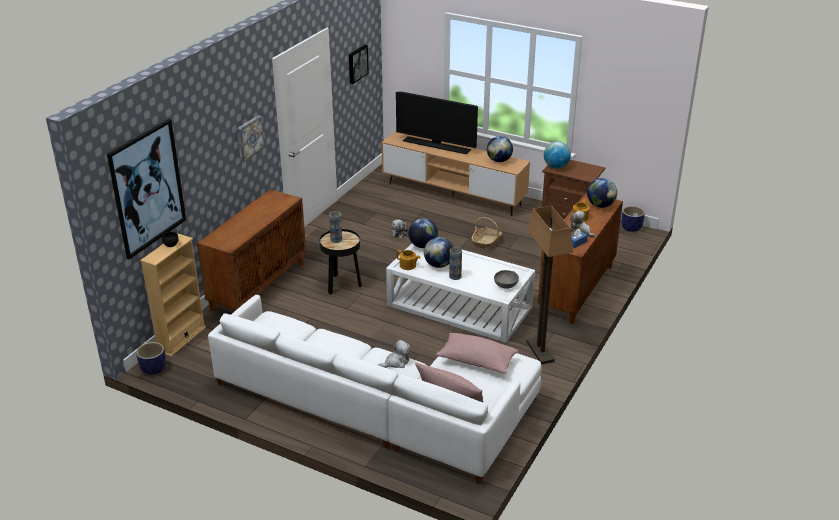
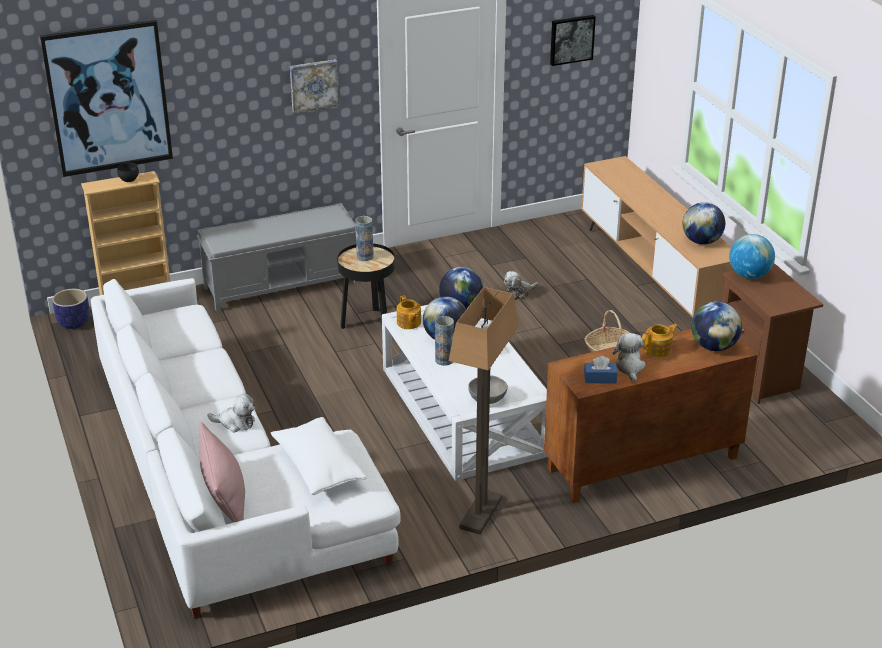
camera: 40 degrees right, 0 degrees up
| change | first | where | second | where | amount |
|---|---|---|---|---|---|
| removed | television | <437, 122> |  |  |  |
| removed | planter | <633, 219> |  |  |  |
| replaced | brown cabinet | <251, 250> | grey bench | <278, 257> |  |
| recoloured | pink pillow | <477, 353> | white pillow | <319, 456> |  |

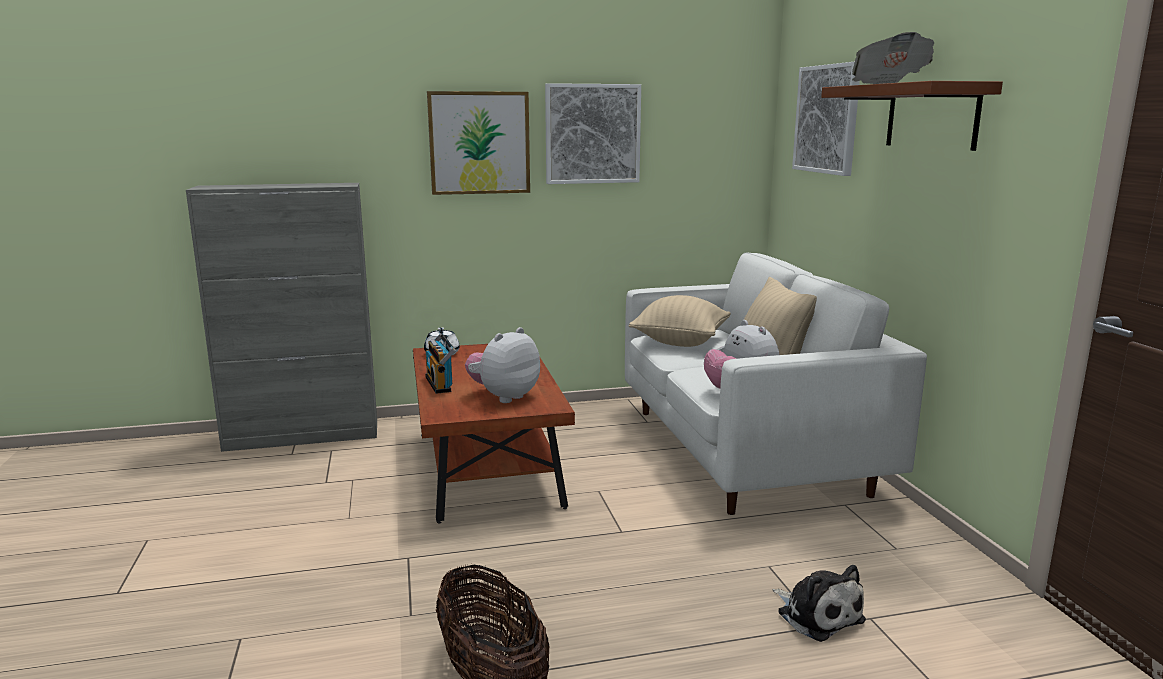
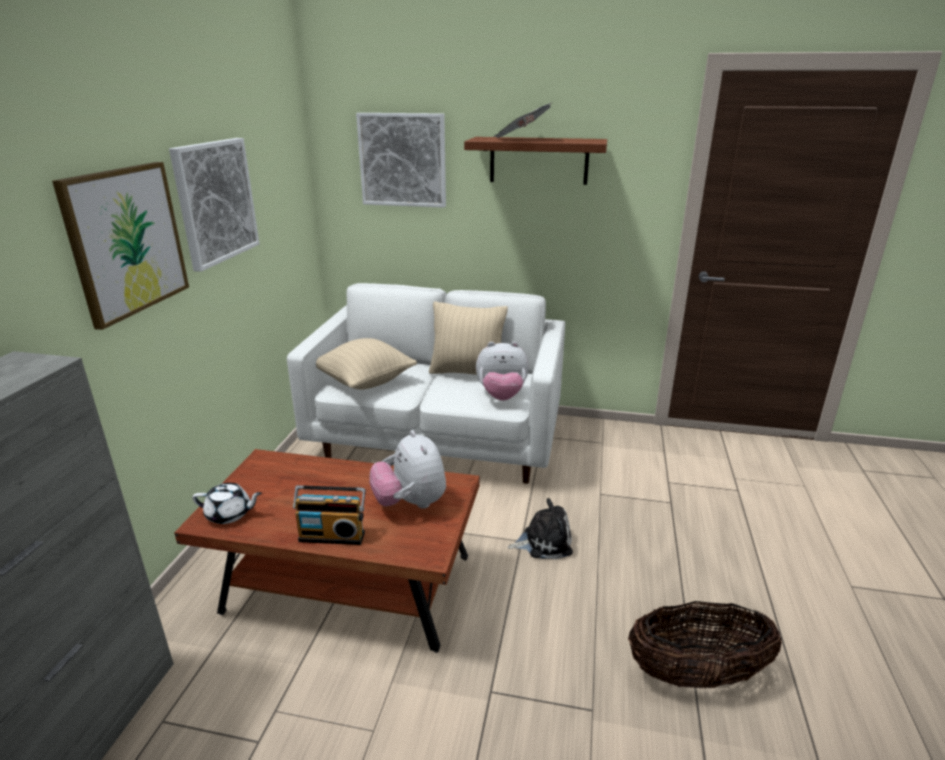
camera: 65 degrees left, 10 degrees up
| change | first | where | second | where | amount |
|---|---|---|---|---|---|
| moved | plush toy | <819, 603> |  | <540, 528> |  |

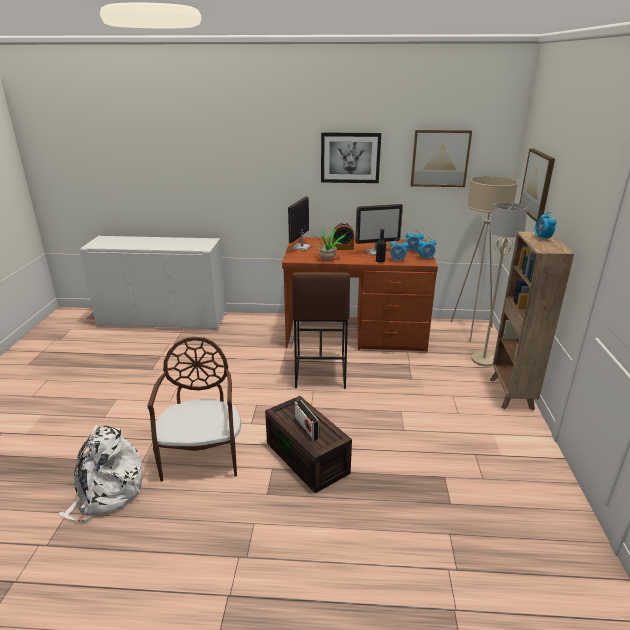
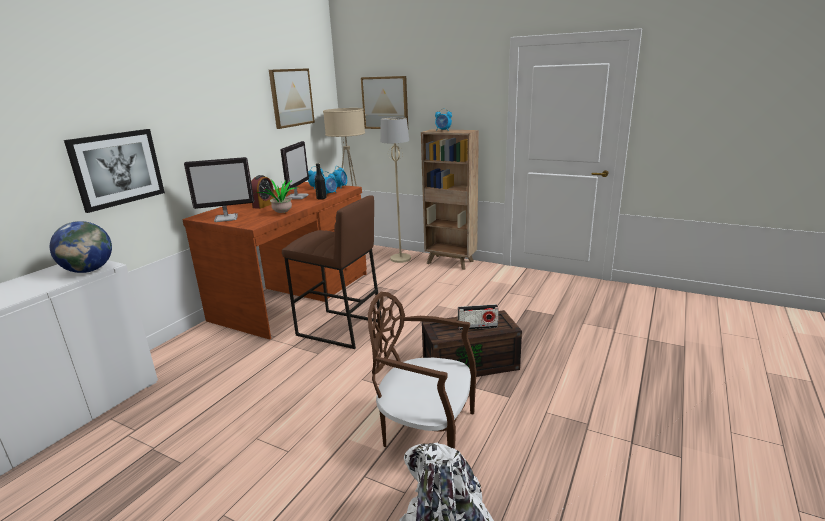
camera: 65 degrees left, 5 degrees down
| change | first | where | second | where | amount |
|---|---|---|---|---|---|
| added |  |  | globe | <81, 247> |  |
| moved | picture | <351, 157> |  | <114, 171> |  |
| turned | monitor | <300, 223> |  | <219, 189> | 60 degrees counterclockwise |

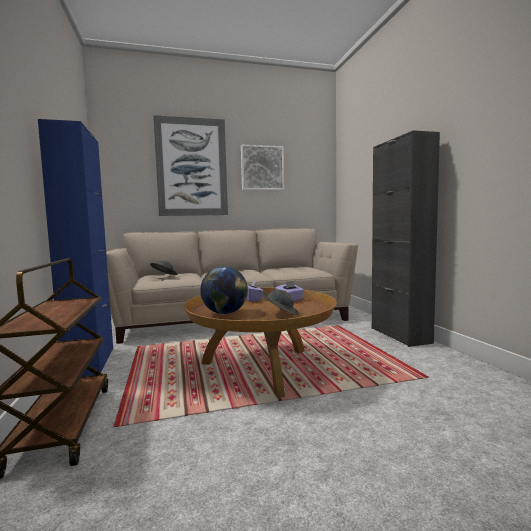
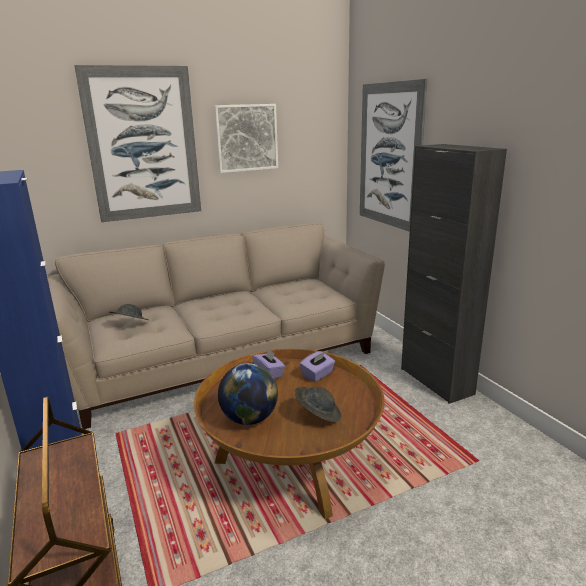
camera: 10 degrees left, 15 degrees up
| change | first | where | second | where | amount |
|---|---|---|---|---|---|
| added |  |  | picture | <394, 155> |  |

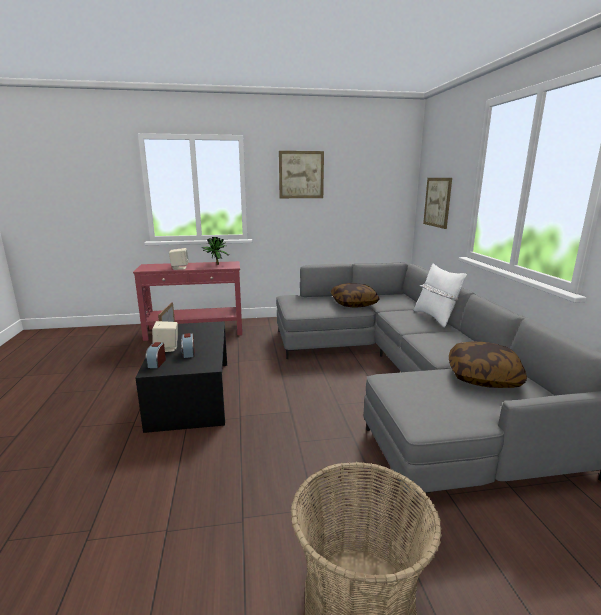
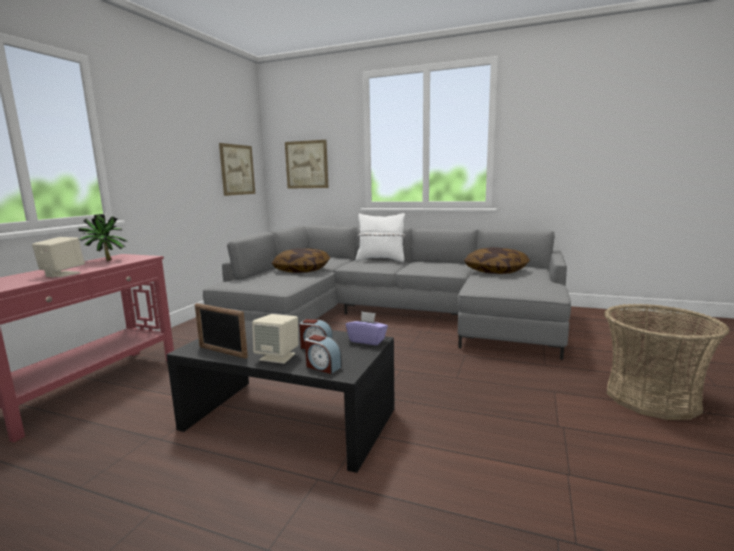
camera: 60 degrees left, 5 degrees down
| change | first | where | second | where | amount |
|---|---|---|---|---|---|
| added |  |  | purple tissue box | <367, 328> |  |
| moved | picture | <301, 174> |  | <237, 169> |  |

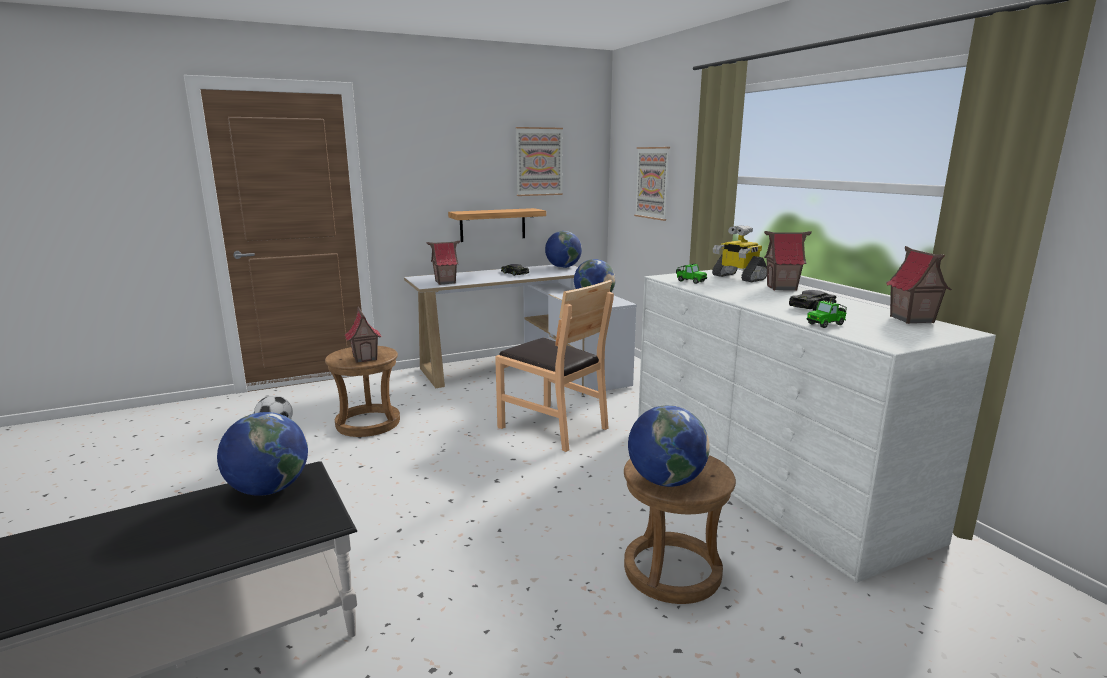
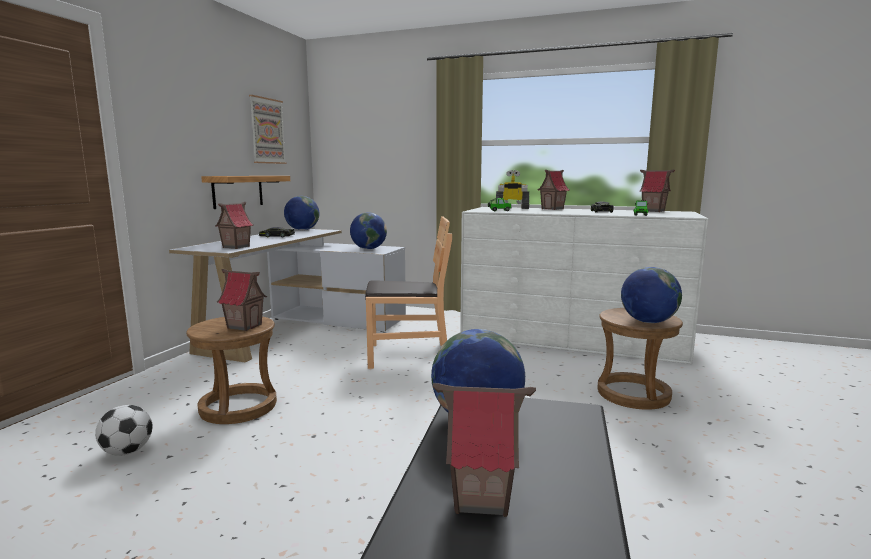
camera: 45 degrees left, 5 degrees down
| change | first | where | second | where | amount |
|---|---|---|---|---|---|
| removed | picture | <652, 184> |  |  |  |
| added |  |  | toy house | <484, 450> |  |

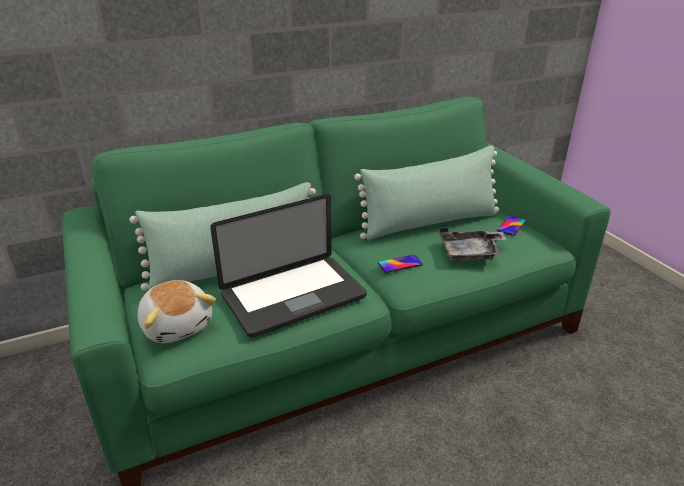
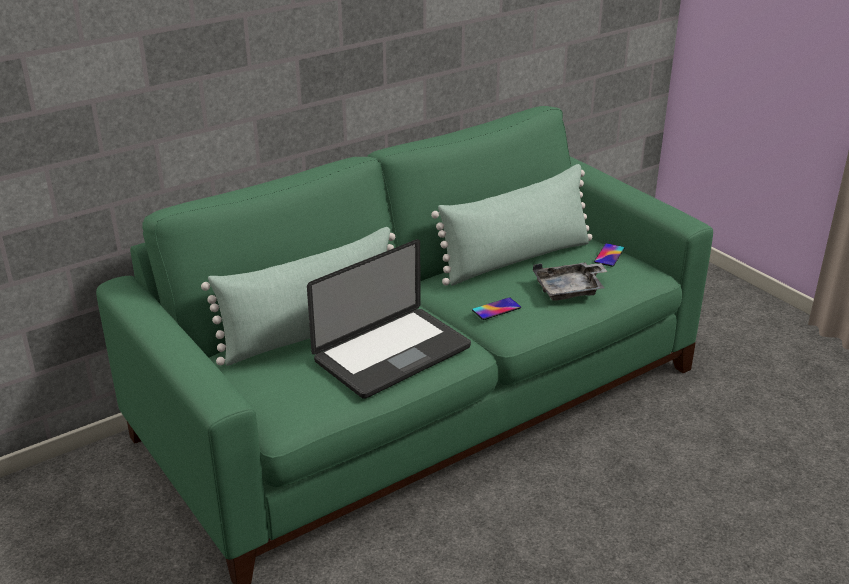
camera: 10 degrees left, 0 degrees up
| change | first | where | second | where | amount |
|---|---|---|---|---|---|
| removed | plush toy | <177, 311> |  |  |  |

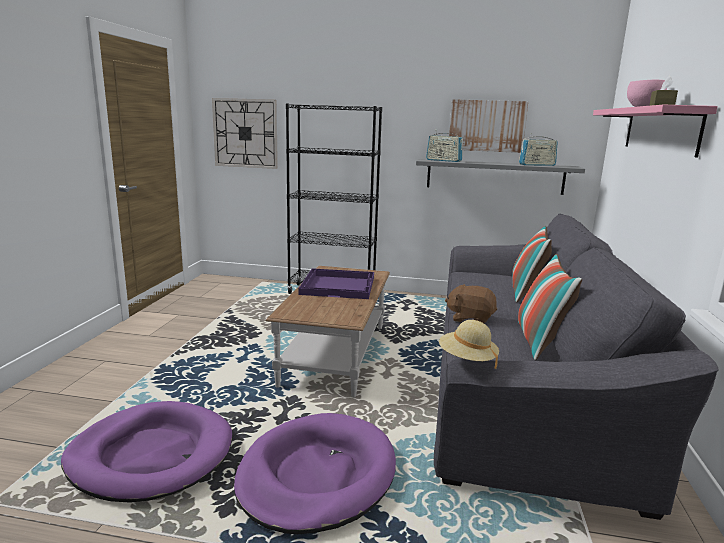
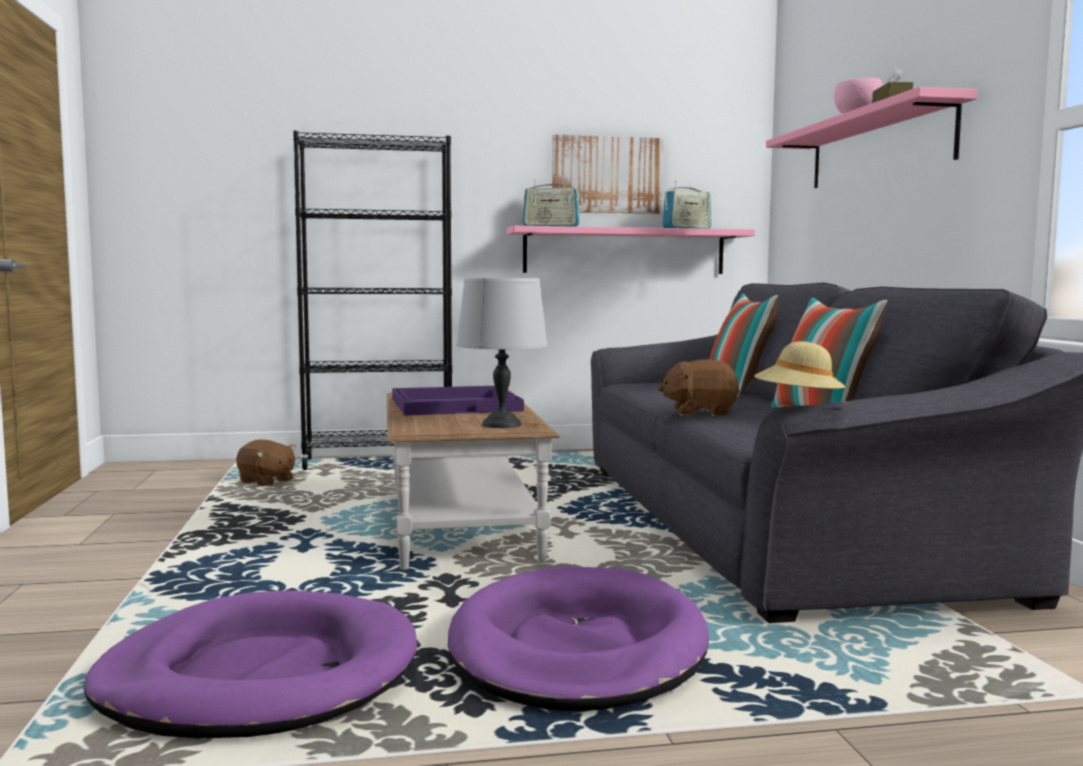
camera: 20 degrees left, 10 degrees down
| change | first | where | second | where | amount |
|---|---|---|---|---|---|
| removed | wall clock | <245, 133> |  |  |  |
| added |  |  | brown plush toy | <266, 463> |  |
| added |  |  | grey table lamp | <501, 353> |  |
| recoloured | grey shelf | <500, 177> | pink shelf | <631, 250> |  |

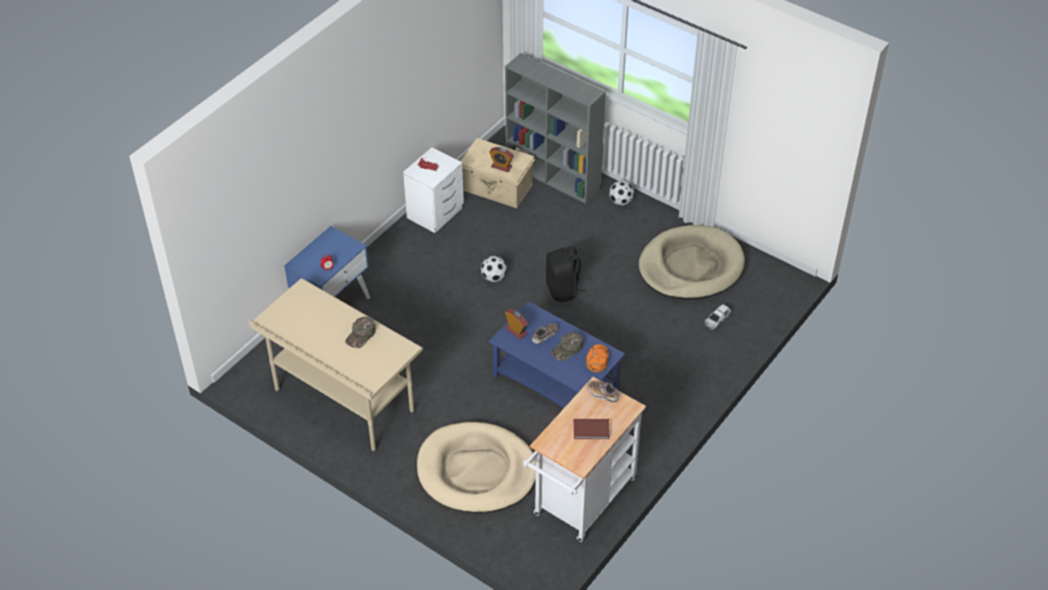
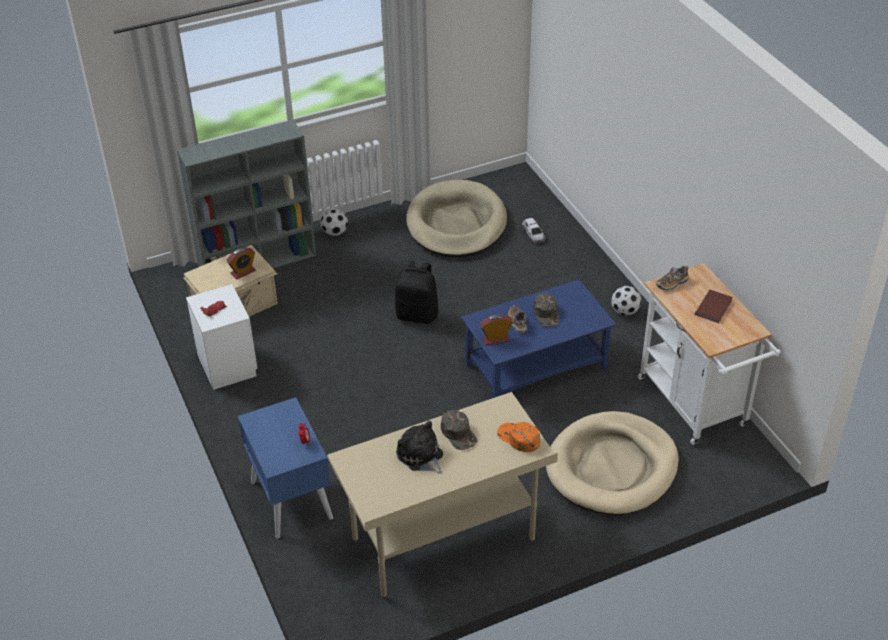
camera: 60 degrees left, 5 degrees down
| change | first | where | second | where | amount |
|---|---|---|---|---|---|
| added |  |  | plush toy | <419, 447> |  |
| moved | football | <494, 269> |  | <626, 301> |  |
| moved | orange cap | <597, 358> |  | <518, 437> |  |

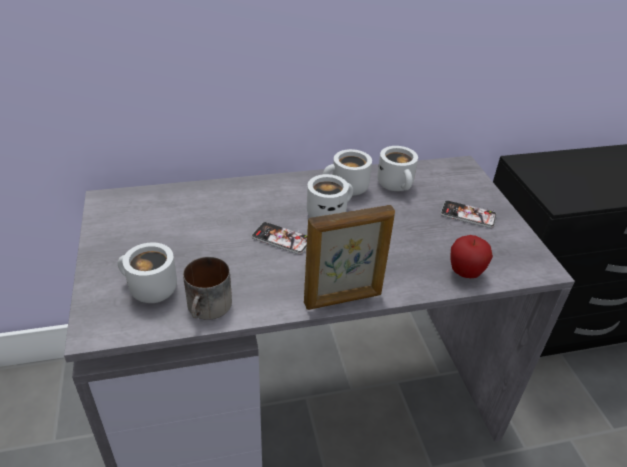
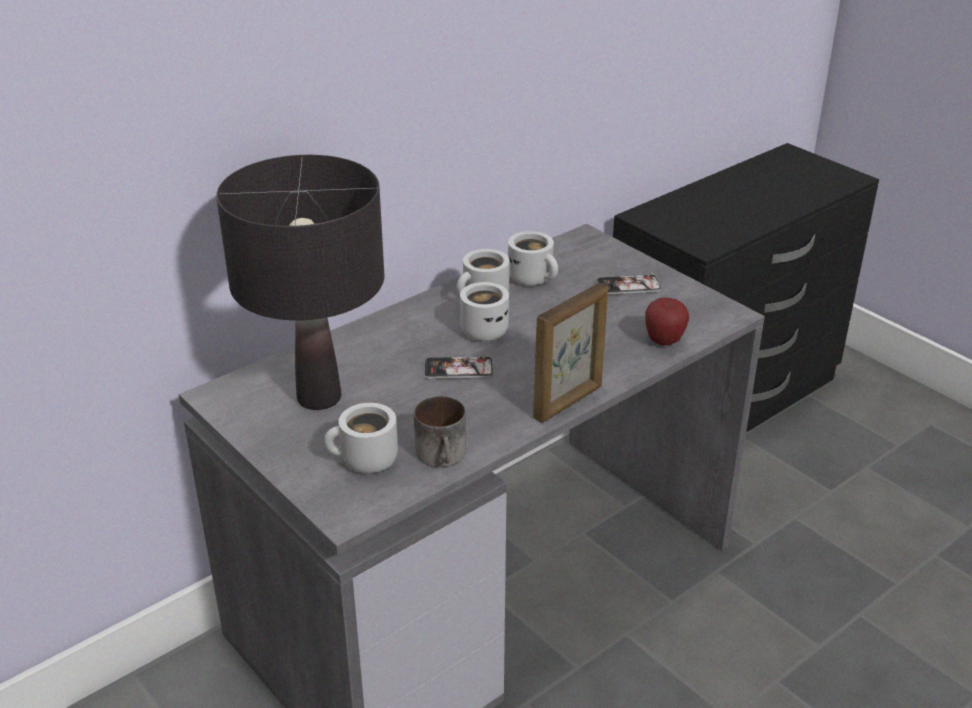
camera: 25 degrees left, 5 degrees down
| change | first | where | second | where | amount |
|---|---|---|---|---|---|
| added |  |  | black table lamp | <300, 282> |  |

